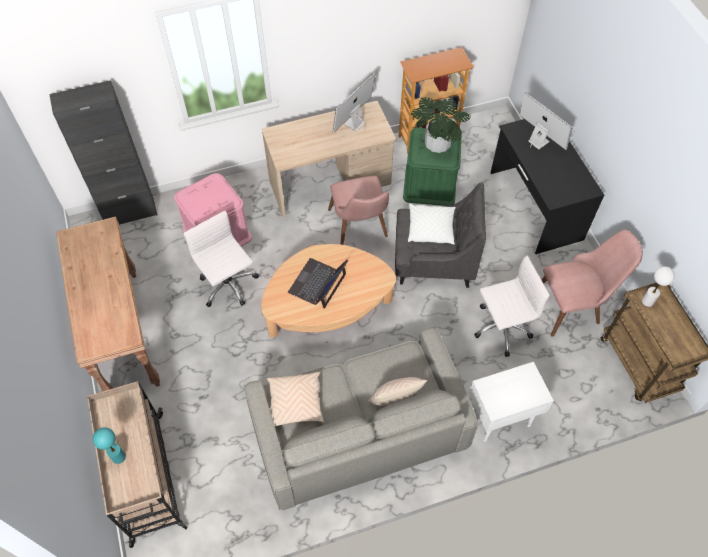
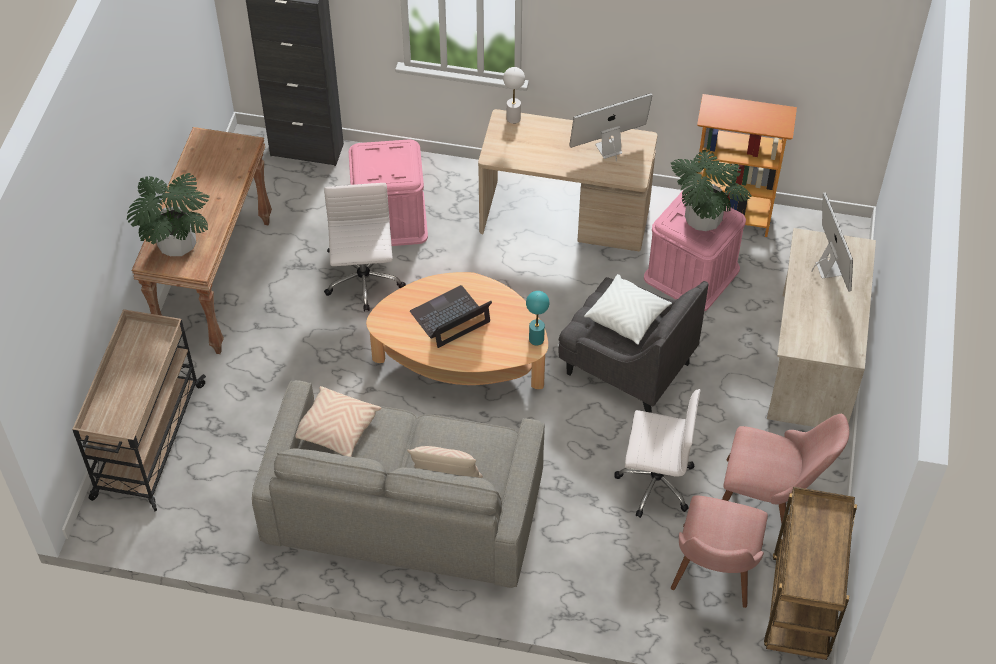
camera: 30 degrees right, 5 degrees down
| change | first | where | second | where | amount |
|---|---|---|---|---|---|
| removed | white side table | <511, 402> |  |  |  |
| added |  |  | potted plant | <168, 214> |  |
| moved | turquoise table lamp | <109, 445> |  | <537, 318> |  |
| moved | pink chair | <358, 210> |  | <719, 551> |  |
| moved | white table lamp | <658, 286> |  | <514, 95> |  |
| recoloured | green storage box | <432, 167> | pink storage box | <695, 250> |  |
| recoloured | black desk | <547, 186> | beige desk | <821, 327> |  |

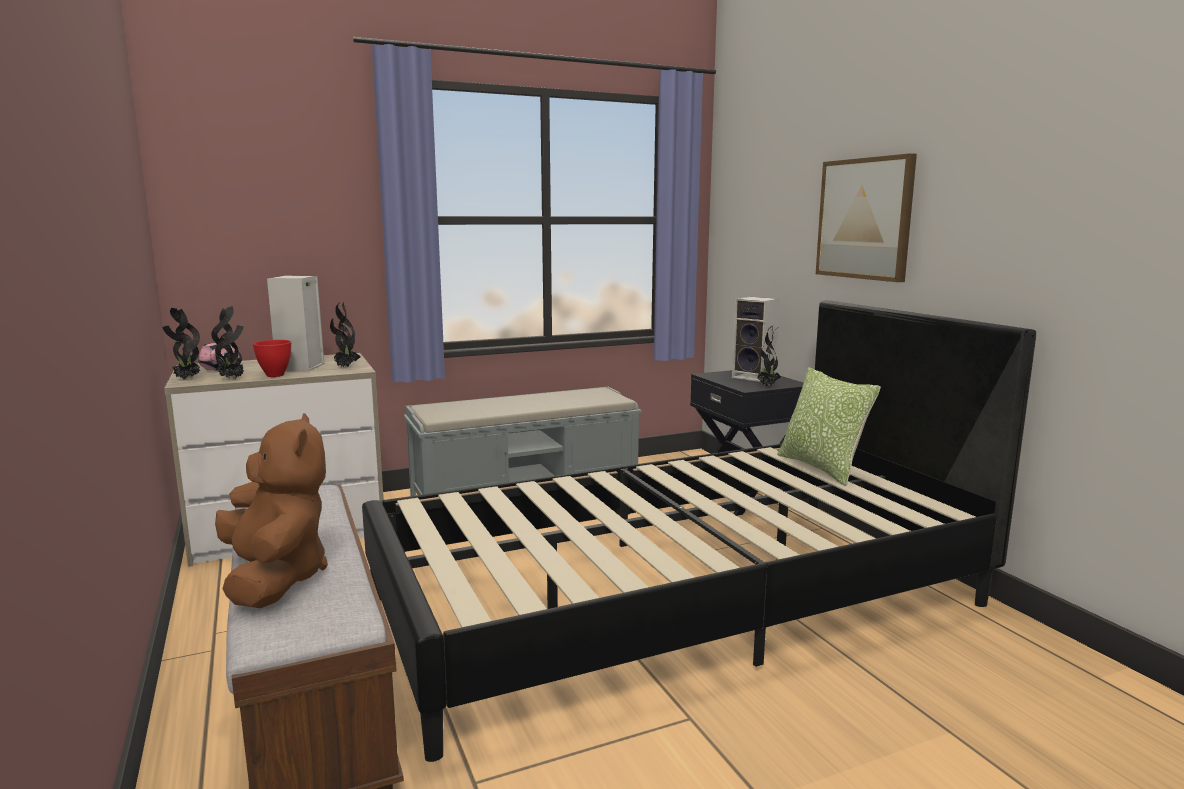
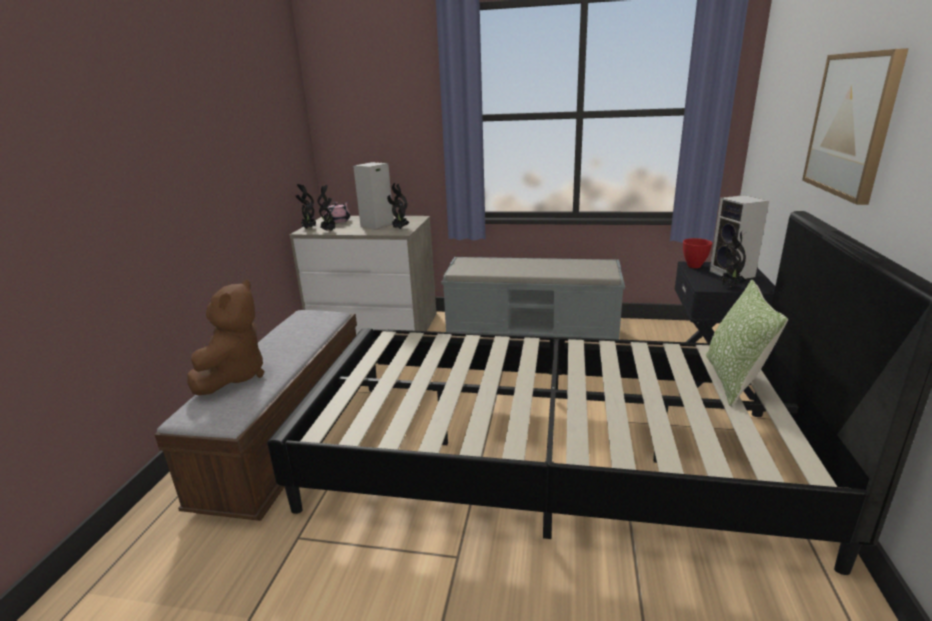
camera: 35 degrees right, 10 degrees up
| change | first | where | second | where | amount |
|---|---|---|---|---|---|
| moved | red bowl | <272, 358> |  | <697, 253> |  |

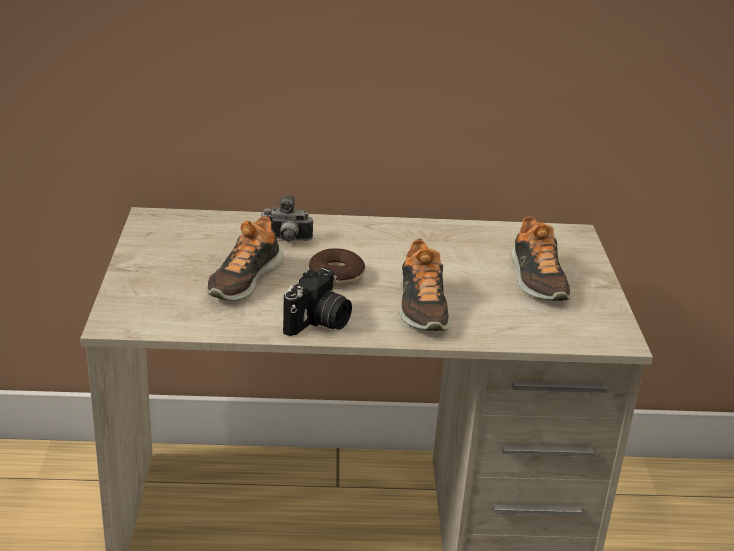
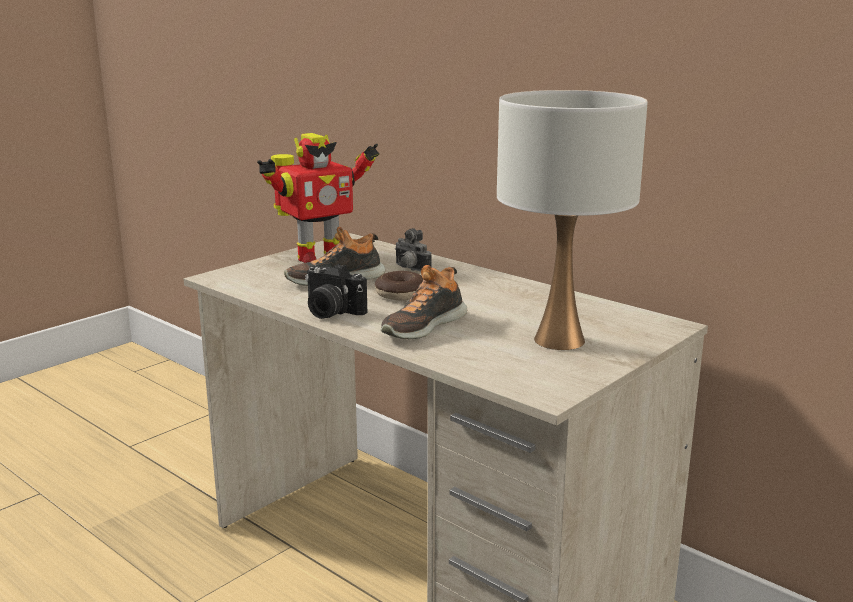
camera: 45 degrees right, 10 degrees down
| change | first | where | second | where | amount |
|---|---|---|---|---|---|
| added |  |  | toy robot | <318, 198> |  |
| replaced | shoe | <540, 258> | white table lamp | <572, 220> |  |
| turned | photo camera | <317, 301> |  | <336, 291> | 45 degrees clockwise |

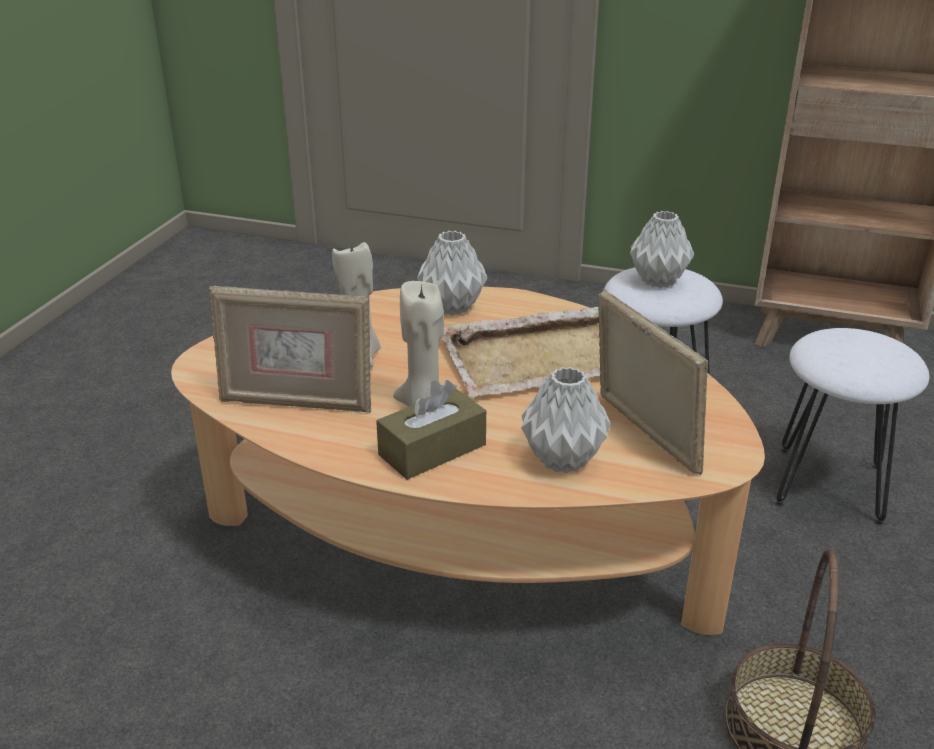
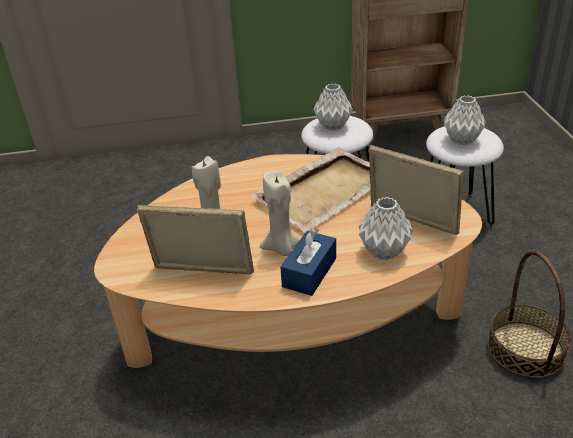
camera: 25 degrees left, 5 degrees up
| change | first | where | second | where | amount |
|---|---|---|---|---|---|
| moved | grey vase | <452, 273> |  | <465, 121> |  |
| recoloured | brown tissue box | <431, 430> | blue tissue box | <308, 262> |  |
| turned | picture frame | <290, 349> |  | <195, 239> | 150 degrees counterclockwise |

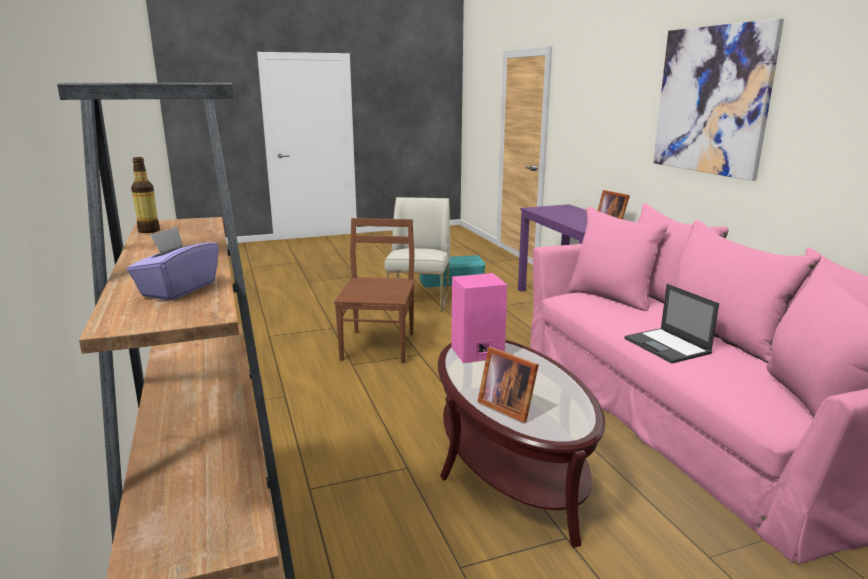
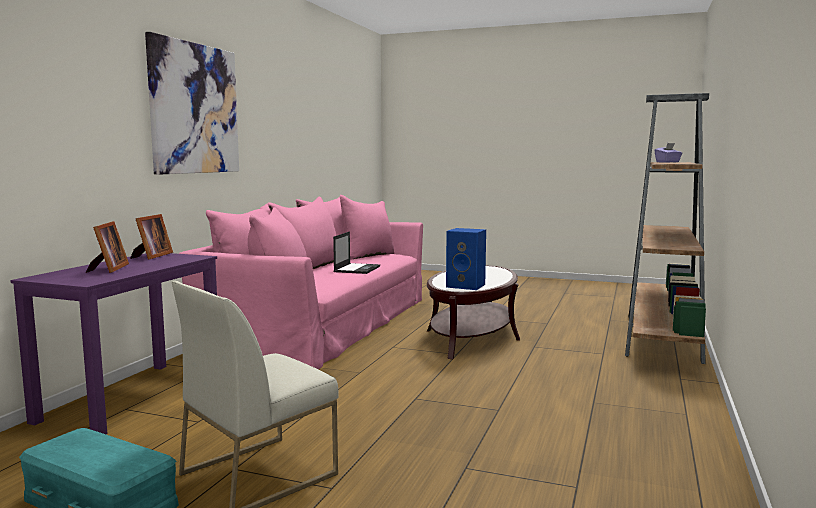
camera: 140 degrees left, 10 degrees down
| change | first | where | second | where | amount |
|---|---|---|---|---|---|
| removed | bottle | <145, 195> |  |  |  |
| removed | brown chair | <374, 290> |  |  |  |
| moved | picture frame | <508, 385> |  | <107, 247> |  |
| recoloured | pink speaker | <479, 318> | blue speaker | <466, 259> |  |

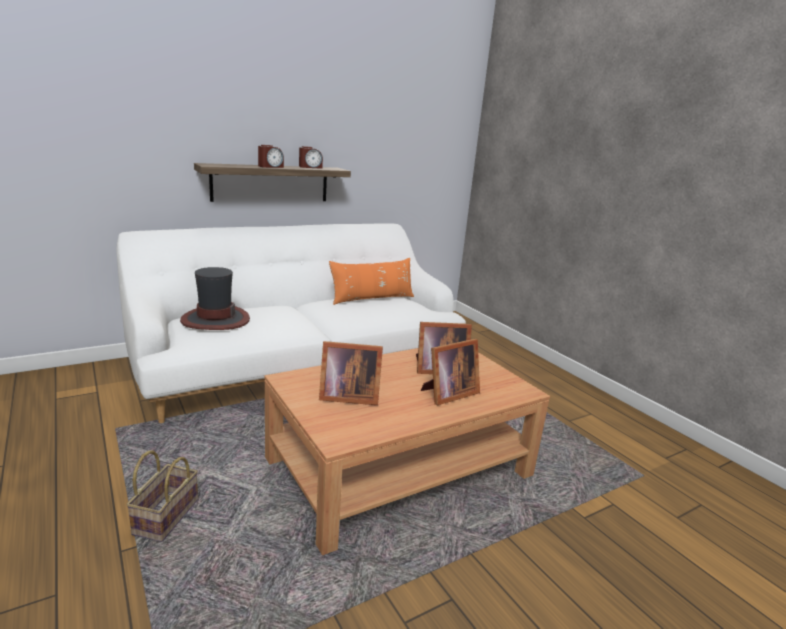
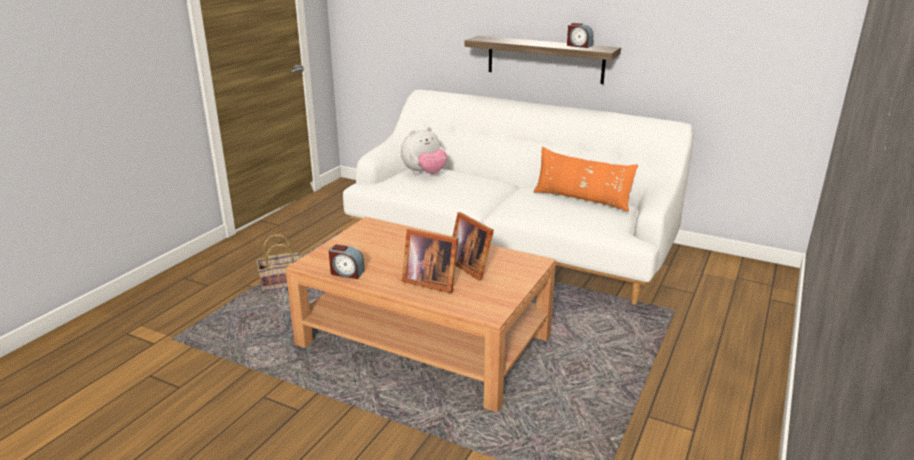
camera: 60 degrees right, 5 degrees up
| change | first | where | second | where | amount |
|---|---|---|---|---|---|
| removed | picture frame | <351, 373> |  |  |  |
| moved | alarm clock | <271, 156> |  | <347, 261> |  |
| replaced | hat | <215, 298> | plush toy | <424, 150> |  |

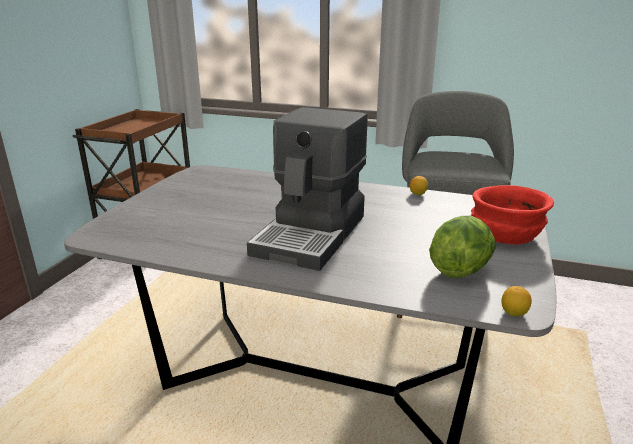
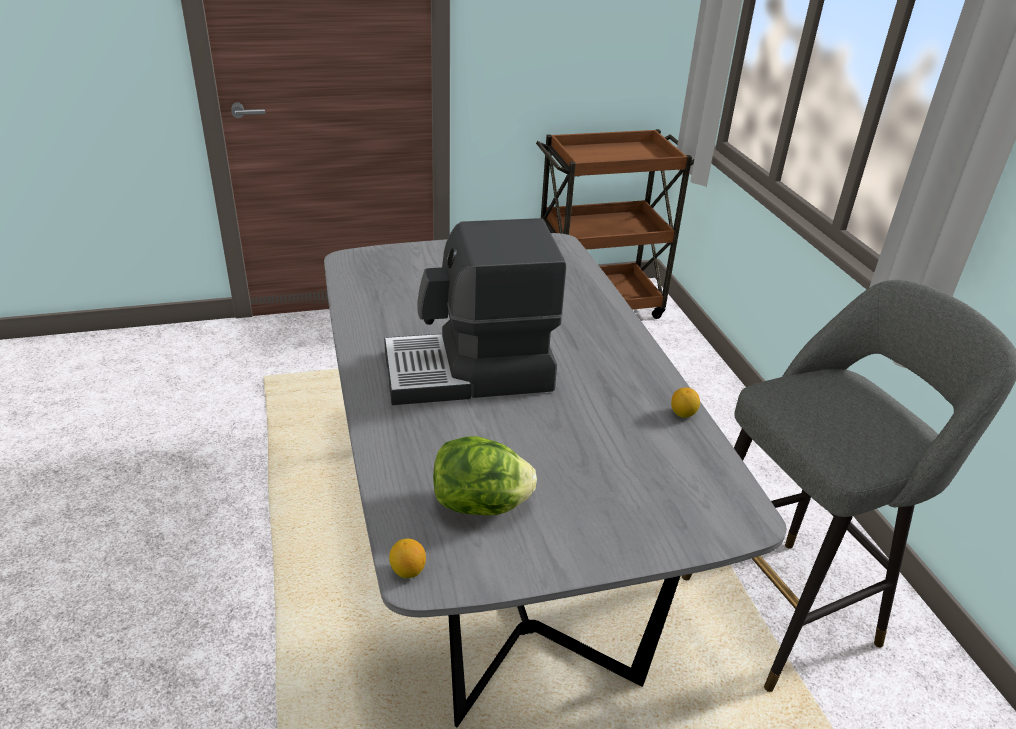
camera: 55 degrees right, 10 degrees up
| change | first | where | second | where | amount |
|---|---|---|---|---|---|
| removed | red bowl | <512, 215> |  |  |  |

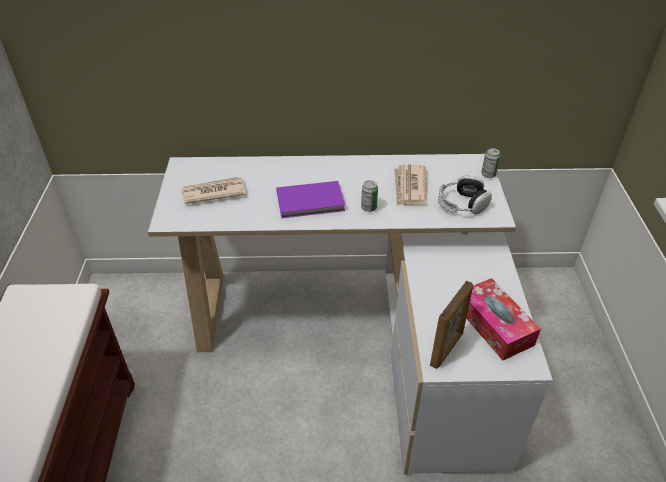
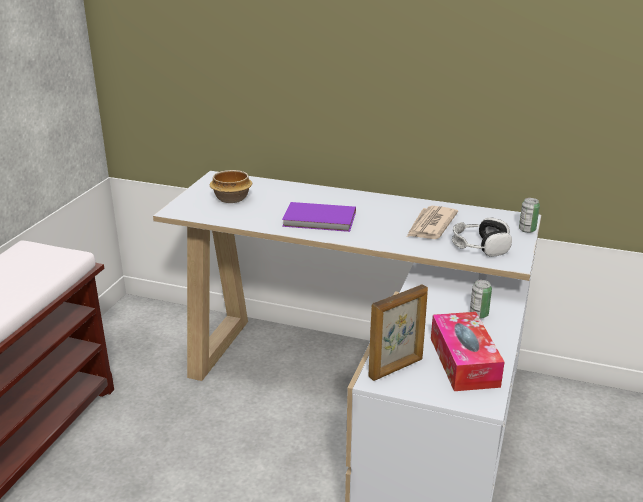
camera: 20 degrees right, 15 degrees down
| change | first | where | second | where | amount |
|---|---|---|---|---|---|
| moved | can | <369, 196> |  | <481, 299> |  |
| replaced | newspaper | <213, 190> | bowl | <231, 186> |  |

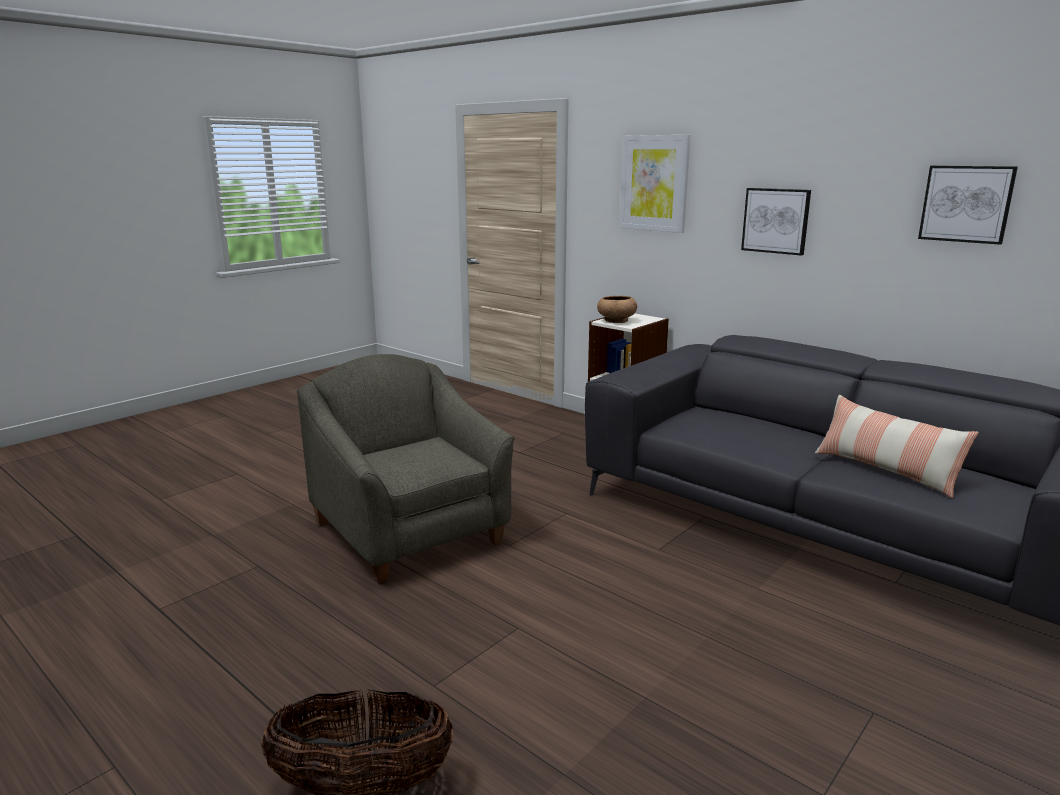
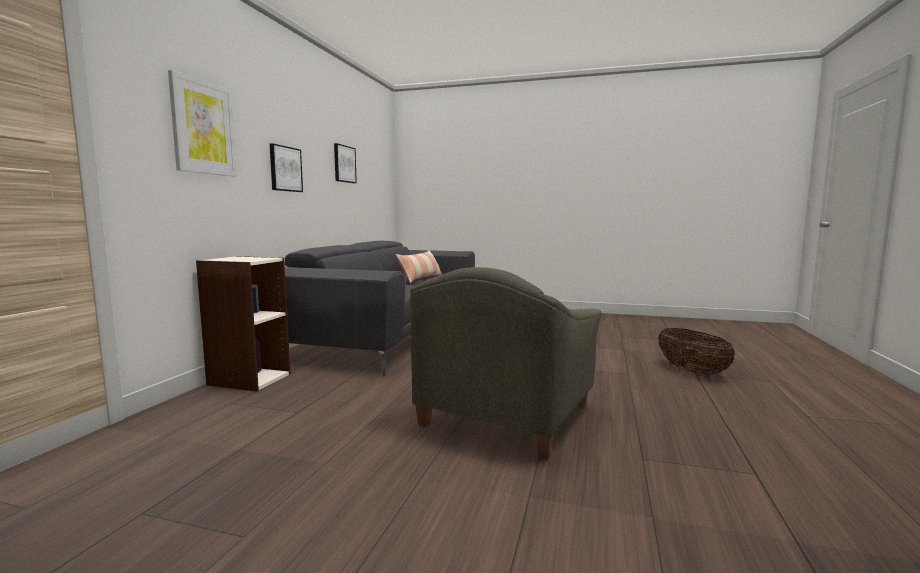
camera: 115 degrees left, 10 degrees down
| change | first | where | second | where | amount |
|---|---|---|---|---|---|
| removed | brown bowl | <617, 309> |  |  |  |

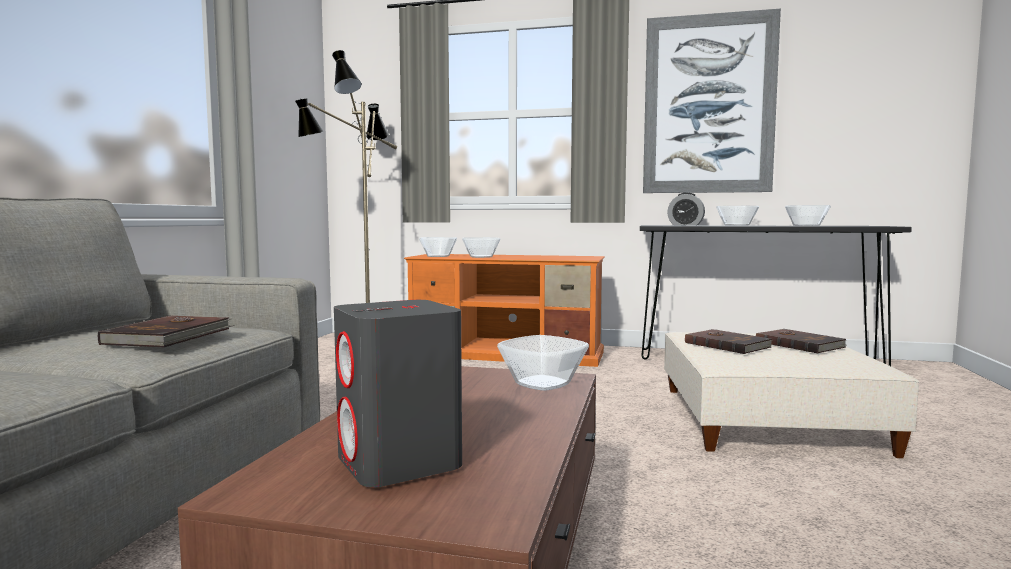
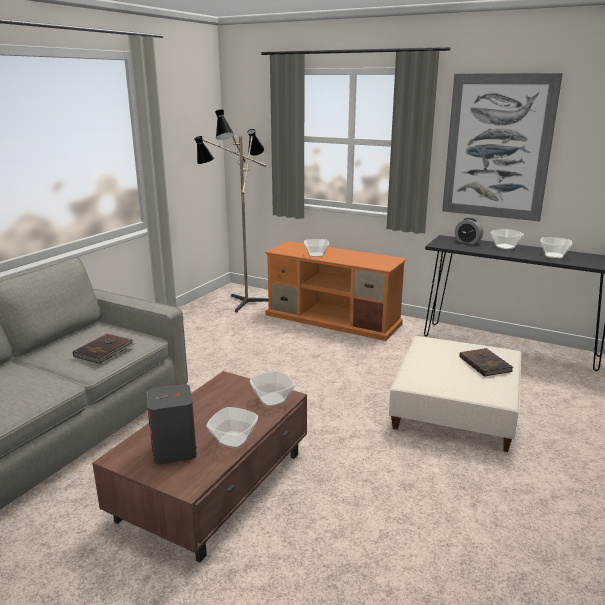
camera: 15 degrees right, 15 degrees up
| change | first | where | second | where | amount |
|---|---|---|---|---|---|
| removed | brown book | <728, 341> |  |  |  |
| moved | bowl | <438, 247> |  | <232, 427> |  |

